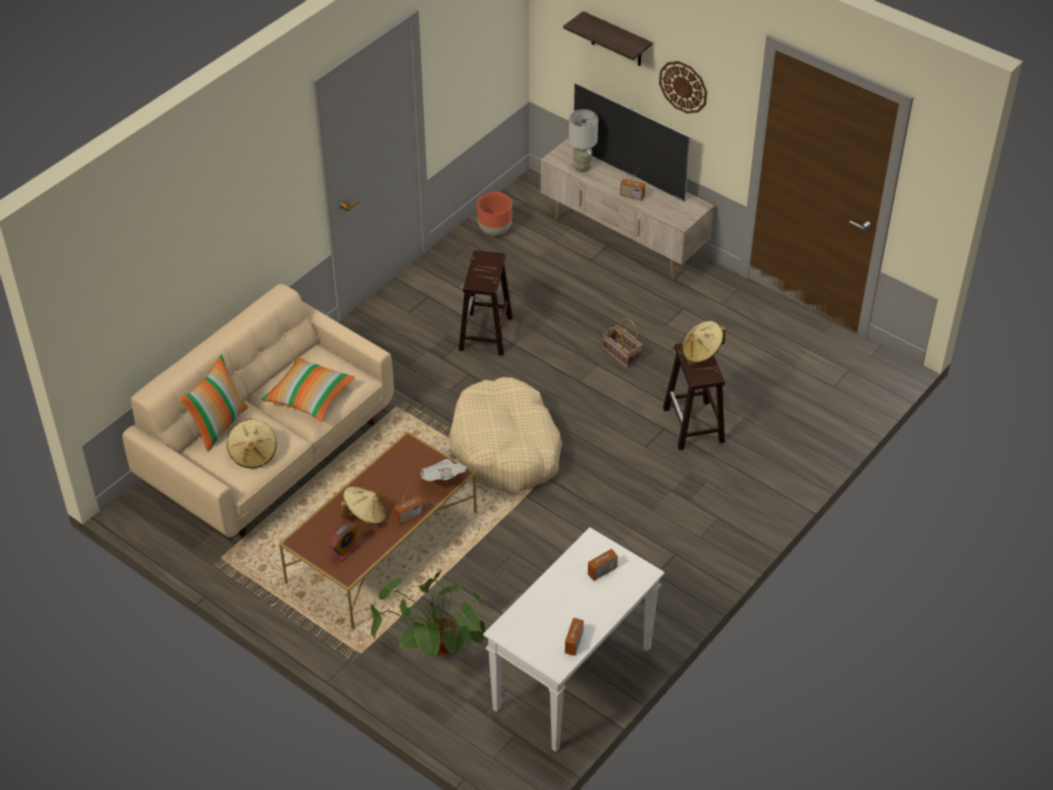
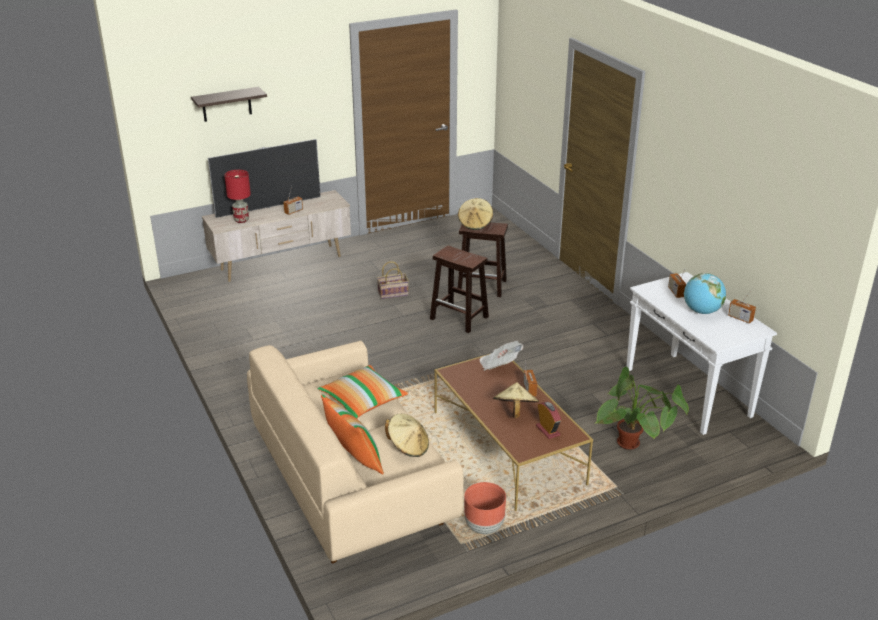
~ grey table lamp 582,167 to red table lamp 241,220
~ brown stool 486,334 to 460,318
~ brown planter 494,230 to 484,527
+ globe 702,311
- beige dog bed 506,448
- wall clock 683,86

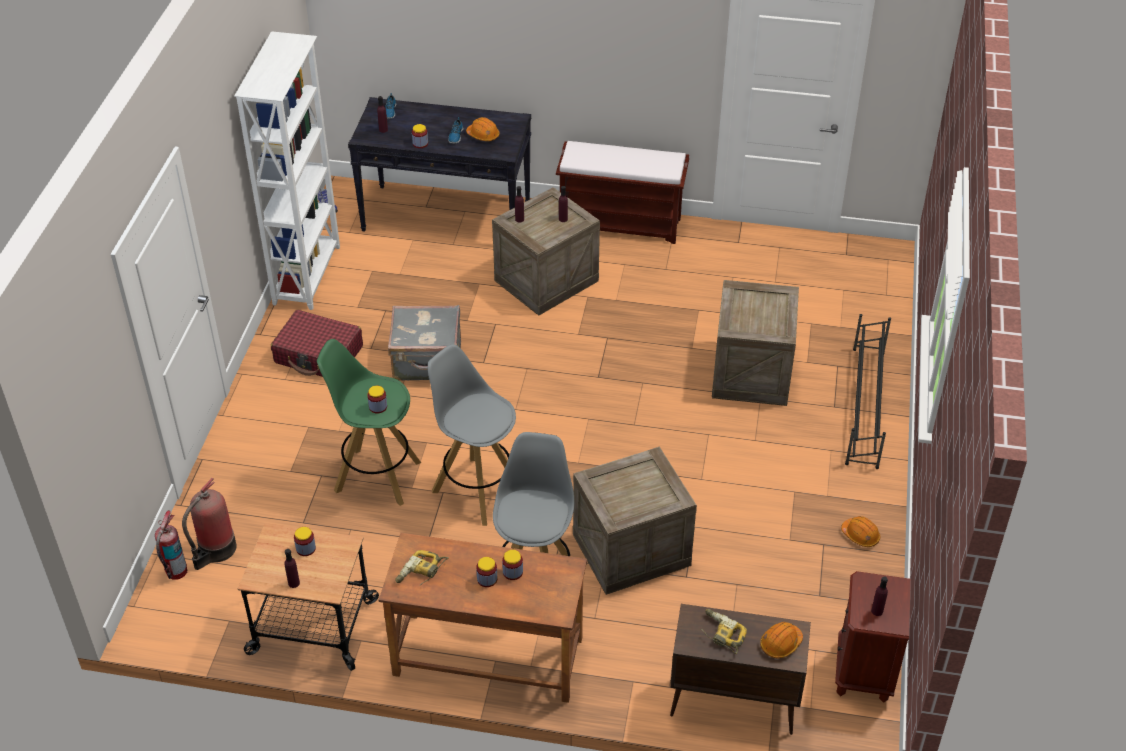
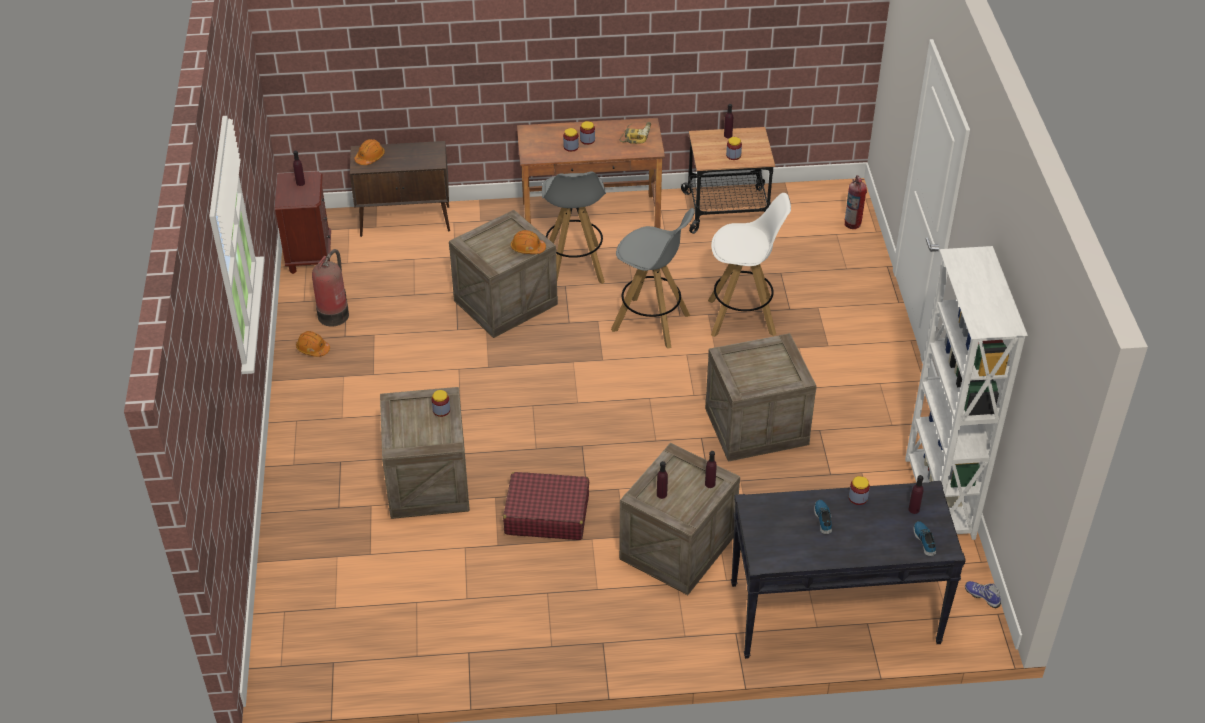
~ fire extinguisher 215,550 to 334,313
~ jar 378,407 to 441,410
~ red suitcase 319,355 to 546,514
~ orange hard hat 483,135 to 527,248
~ grey suitcase 427,362 to crate 755,426
~ green stool 376,476 to white stool 743,317
- brown bench 621,223
- power drill 721,634
- black shoe rack 864,407

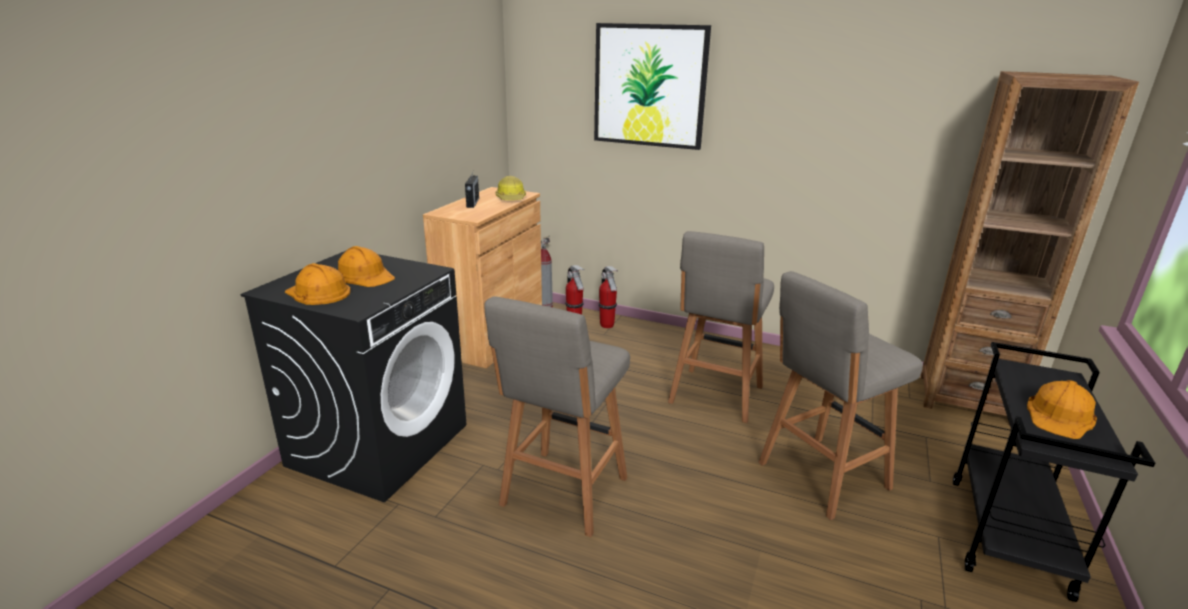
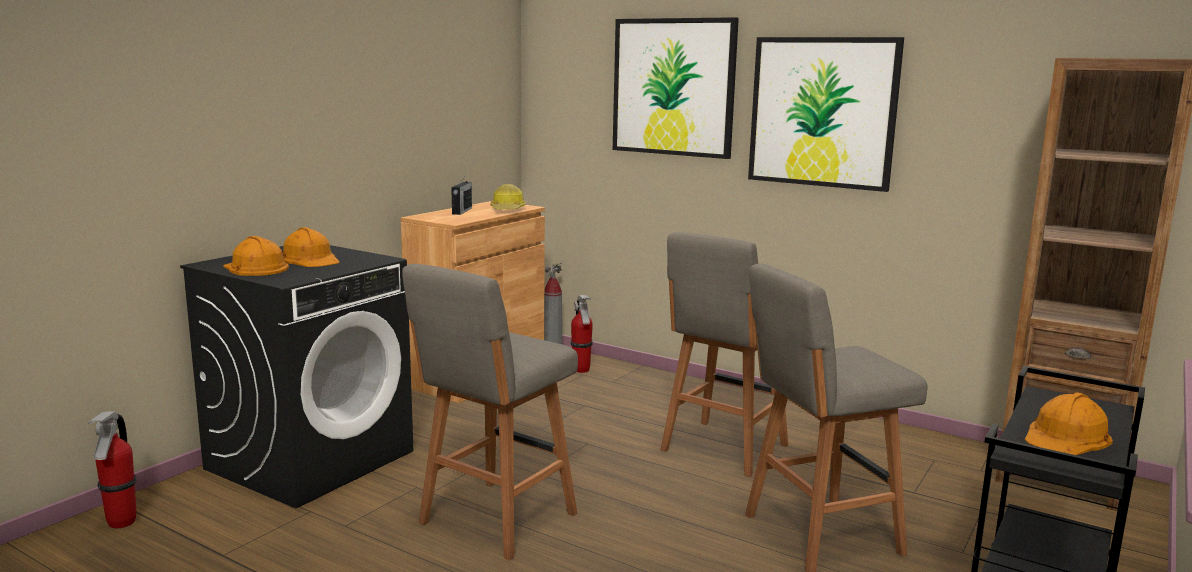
~ fire extinguisher 607,325 to 121,523
+ picture 822,112

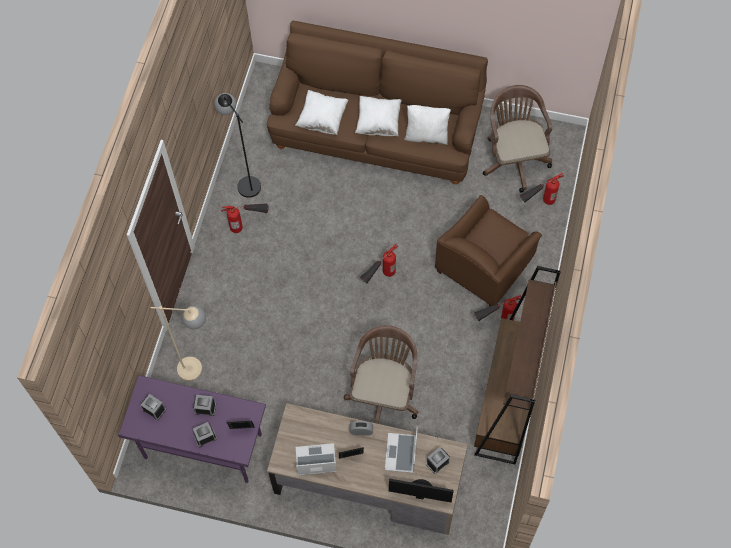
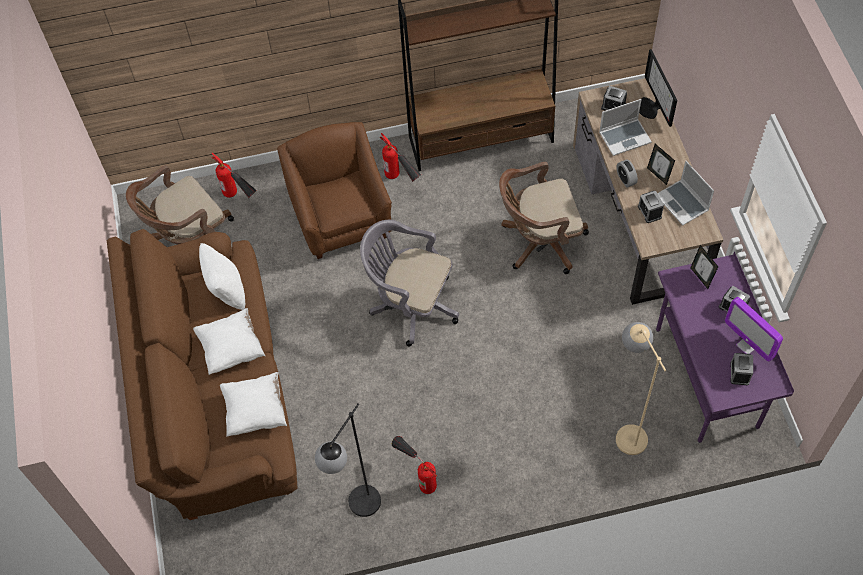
~ brown armchair 484,265 = 341,216 120 degrees counterclockwise
~ fire extinguisher 380,278 to grey office chair 410,304
~ alarm clock 205,408 to 649,212
+ monitor 747,345

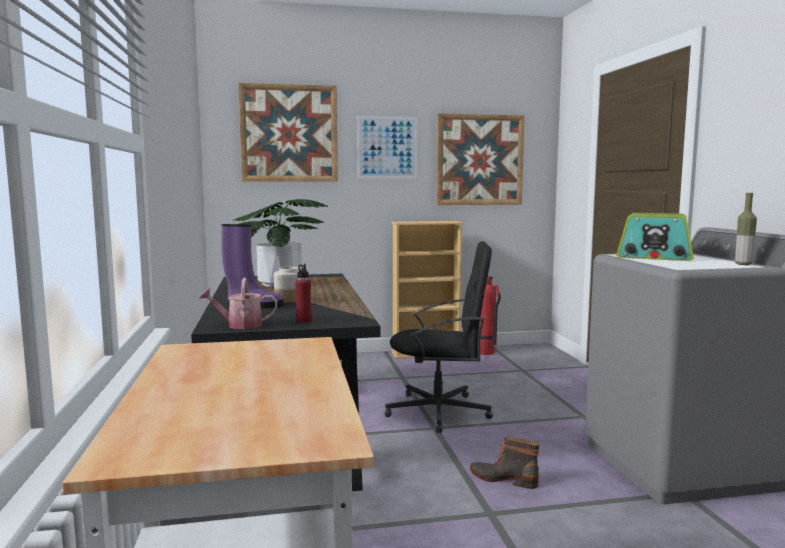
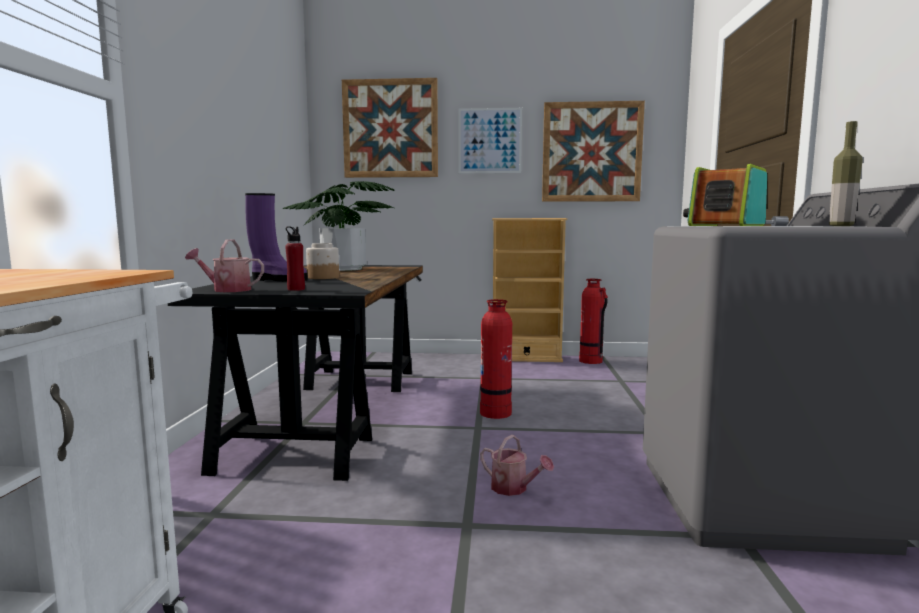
~ black office chair 440,411 to fire extinguisher 496,412
~ boot 504,478 to watering can 513,488
~ radio 654,257 = 726,226 90 degrees clockwise

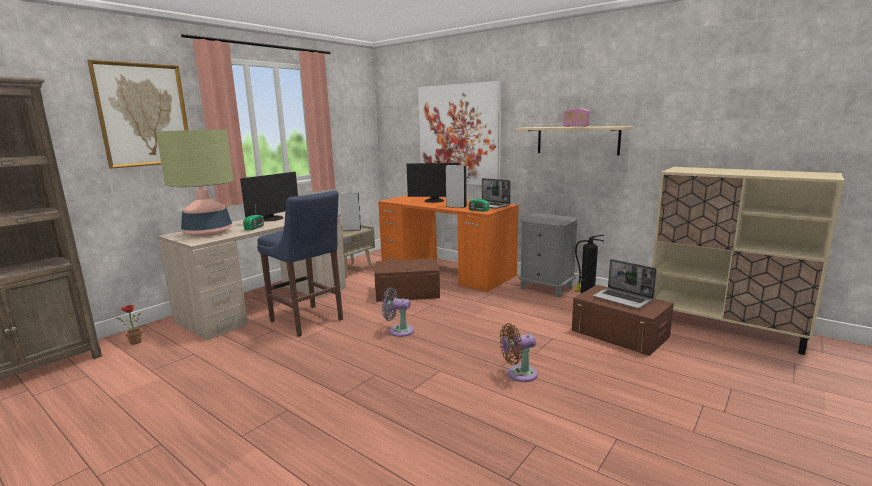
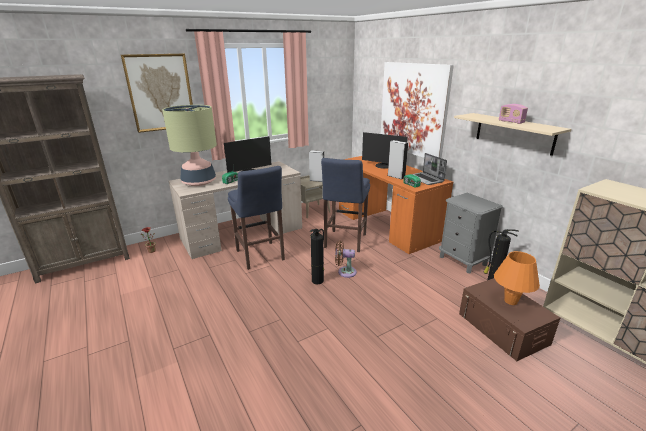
~ grey fan 398,331 to fire extinguisher 318,280
~ brown storage box 407,292 to blue stool 344,242
~ brown fan 518,374 to 345,272
~ laptop 623,299 to orange table lamp 510,301

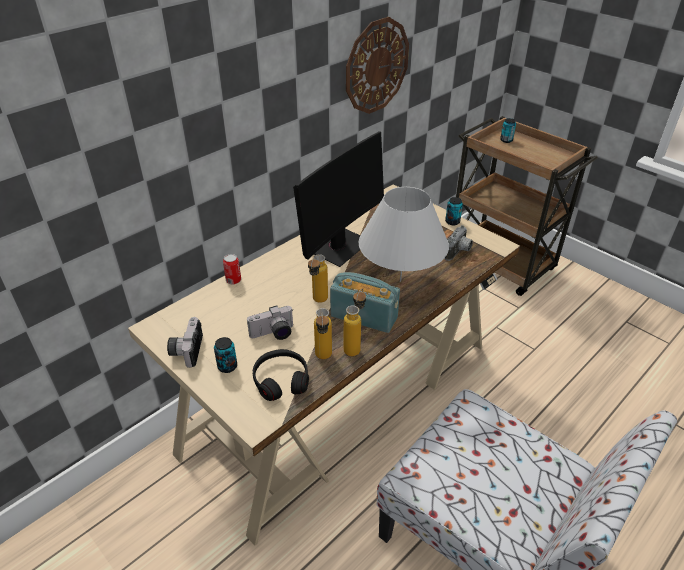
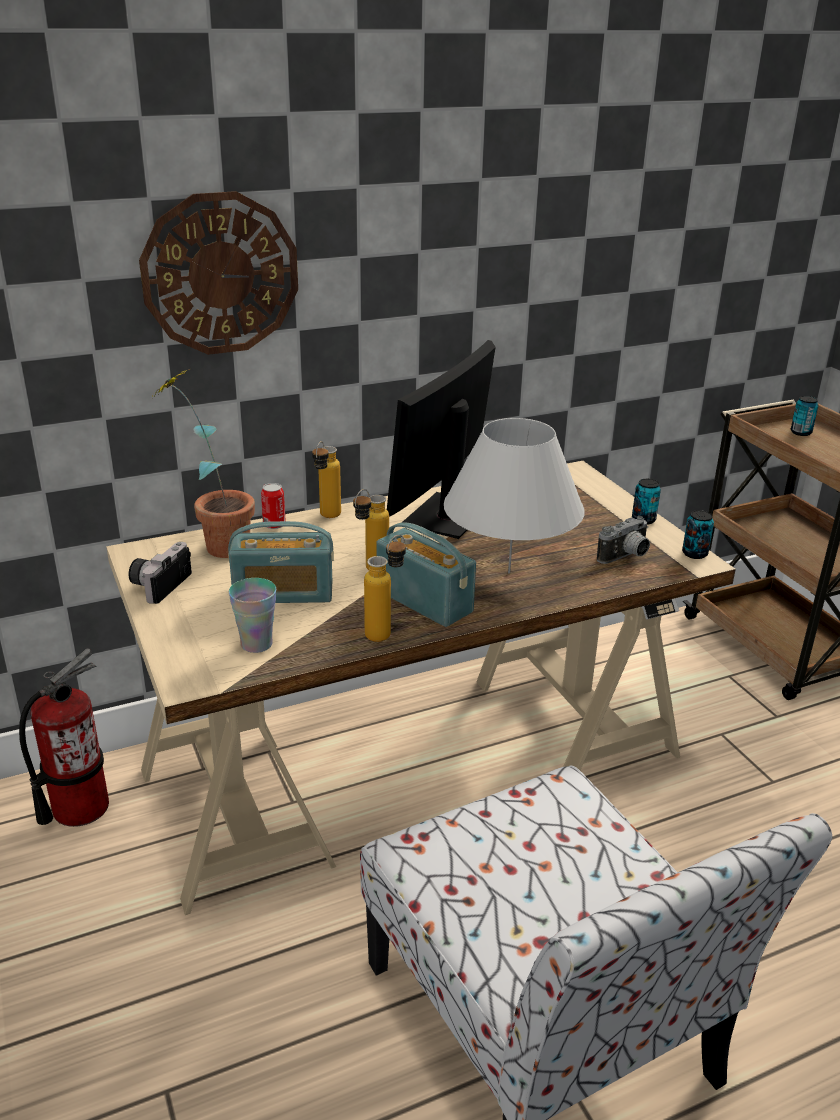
+ fire extinguisher 79,807
~ wall clock 376,66 to 220,274
+ potted plant 215,545
~ photo camera 273,334 to radio 283,593
~ black headphones 281,380 to cup 256,644
~ bottle 323,359 to 327,518
~ monitor 339,247 = 447,516 150 degrees clockwise
~ can 227,366 to 694,553

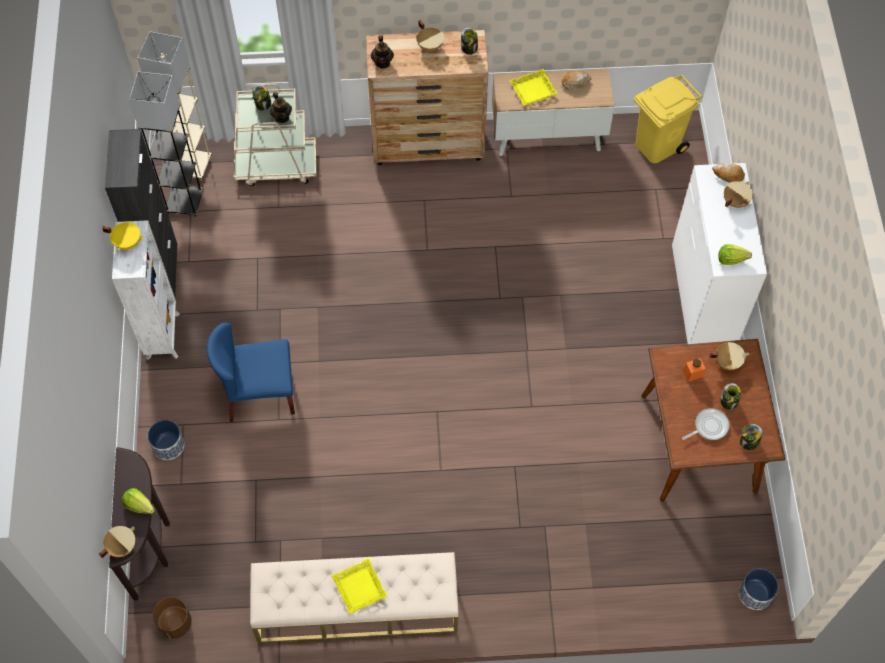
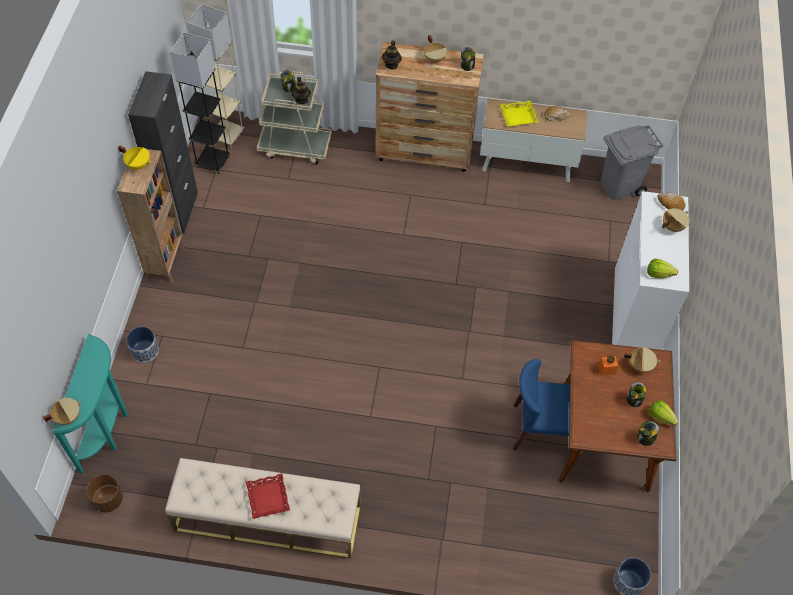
~ brown console table 151,544 to turquoise console table 107,429
~ white bookcase 163,334 to brown bookcase 166,261
~ yellow tray 360,587 to red tray 268,498
~ blue chair 259,393 to 542,429
~ yellow trash can 656,145 to grey trash can 619,185
~ lettuce 139,505 to 660,417
- frying pan 709,426

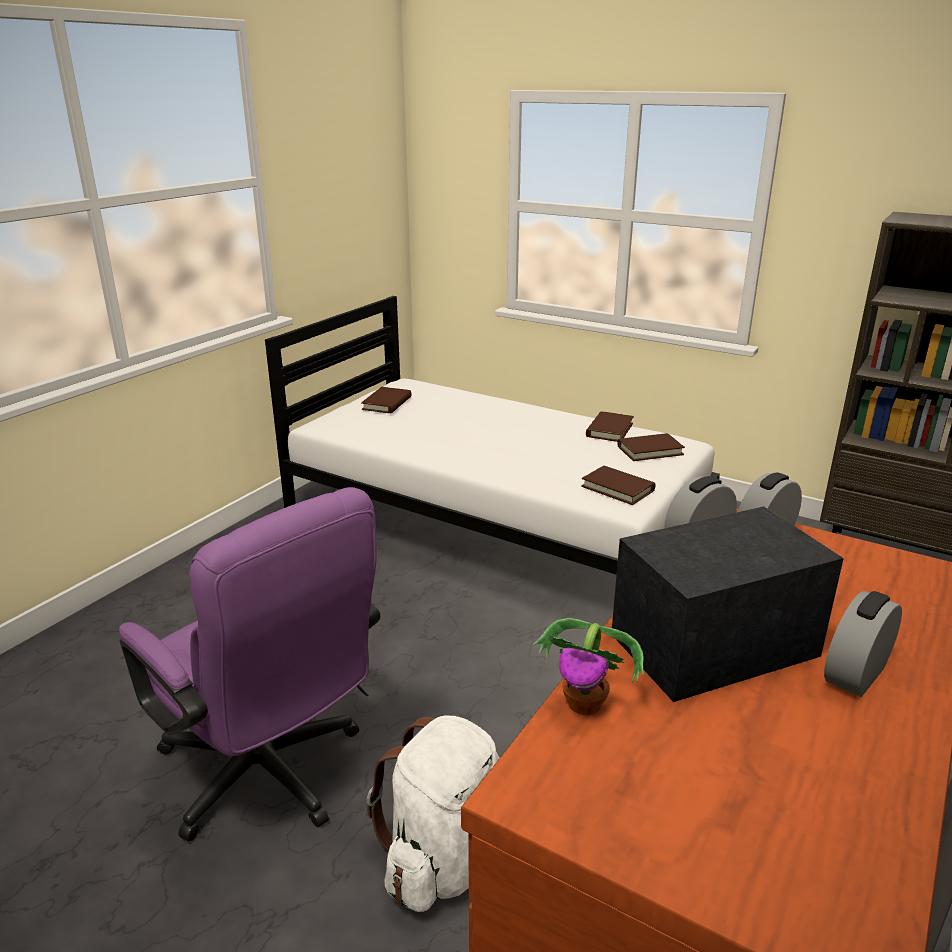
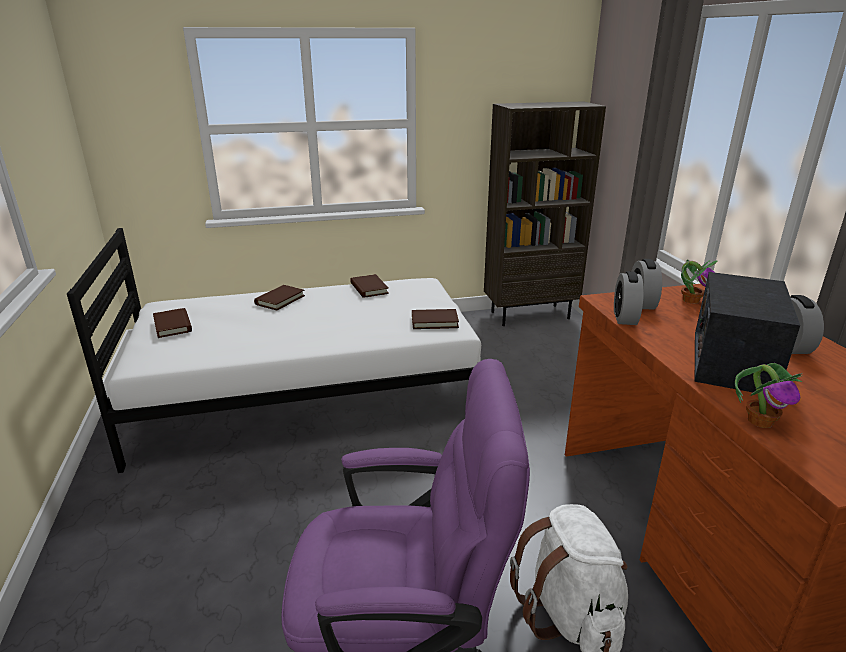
~ brown book 650,450 to 280,300
+ potted plant 690,300

